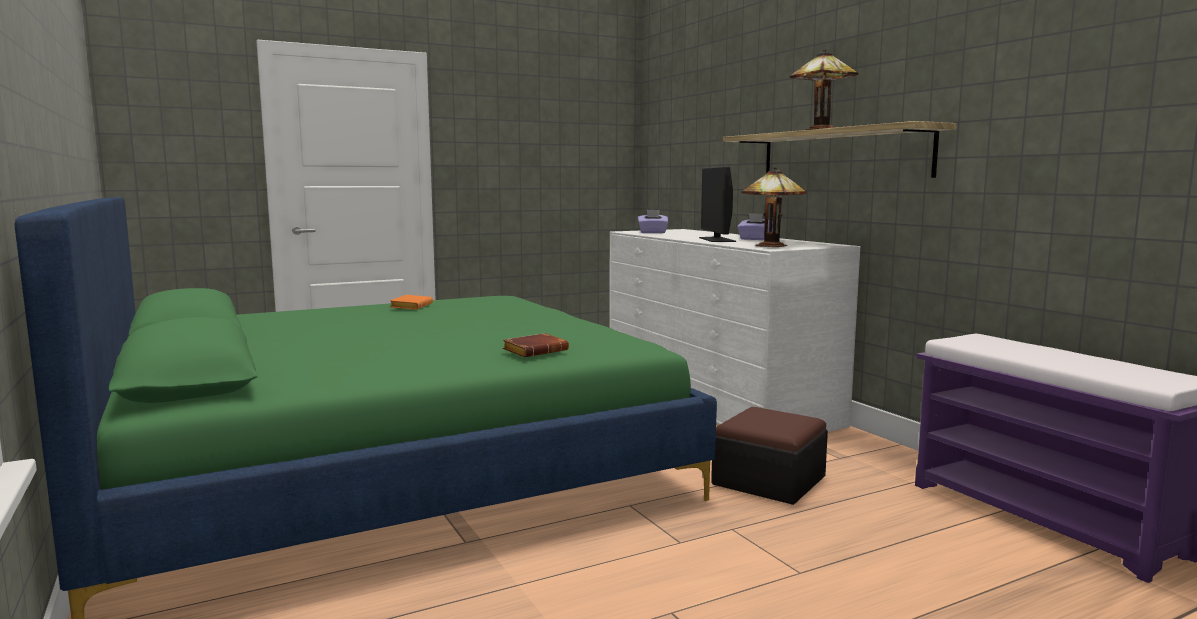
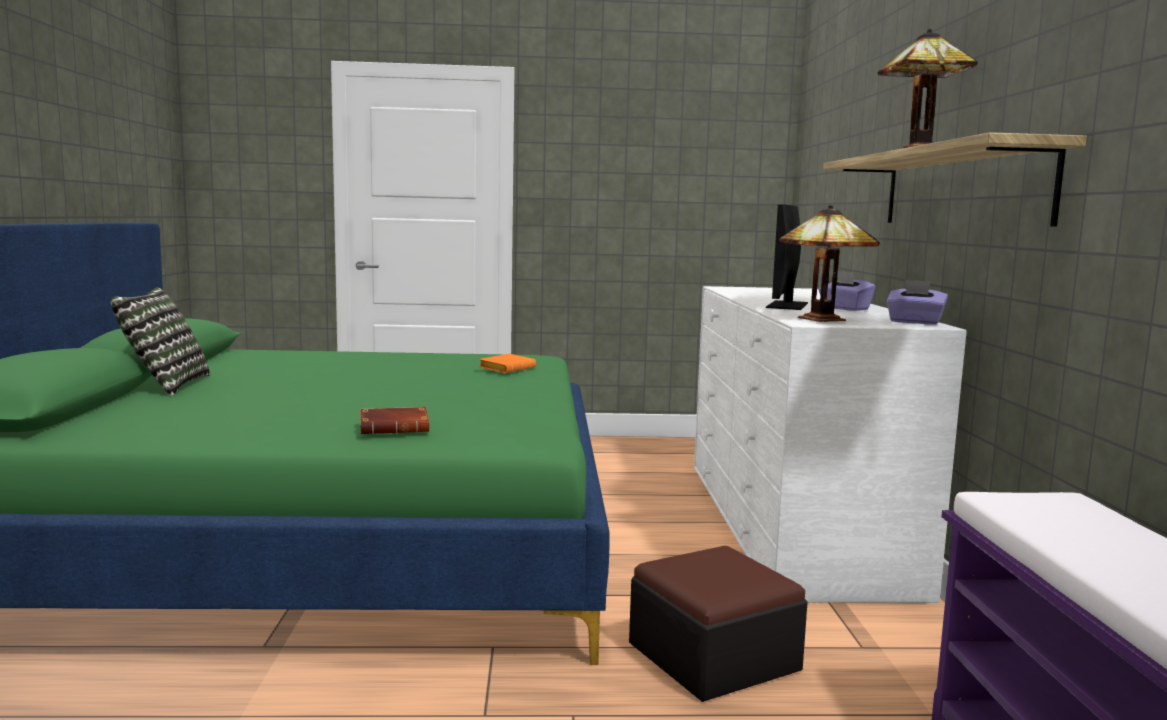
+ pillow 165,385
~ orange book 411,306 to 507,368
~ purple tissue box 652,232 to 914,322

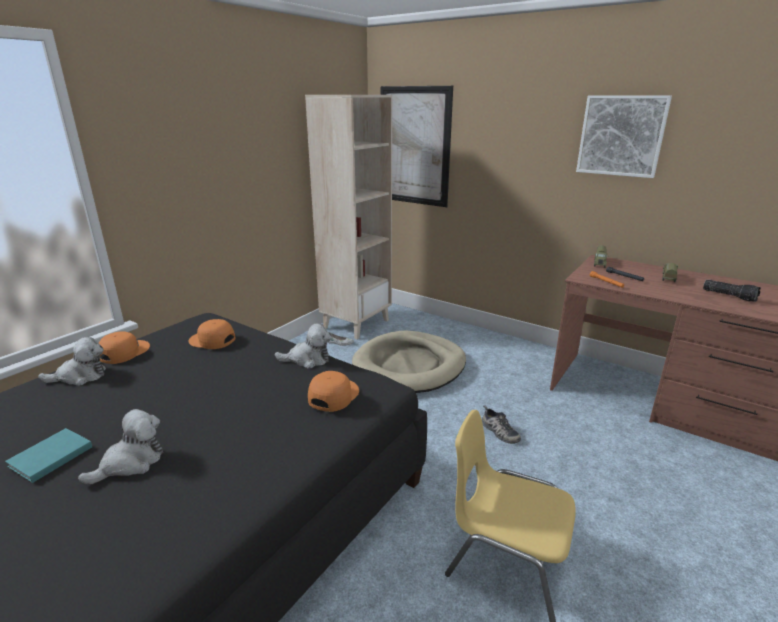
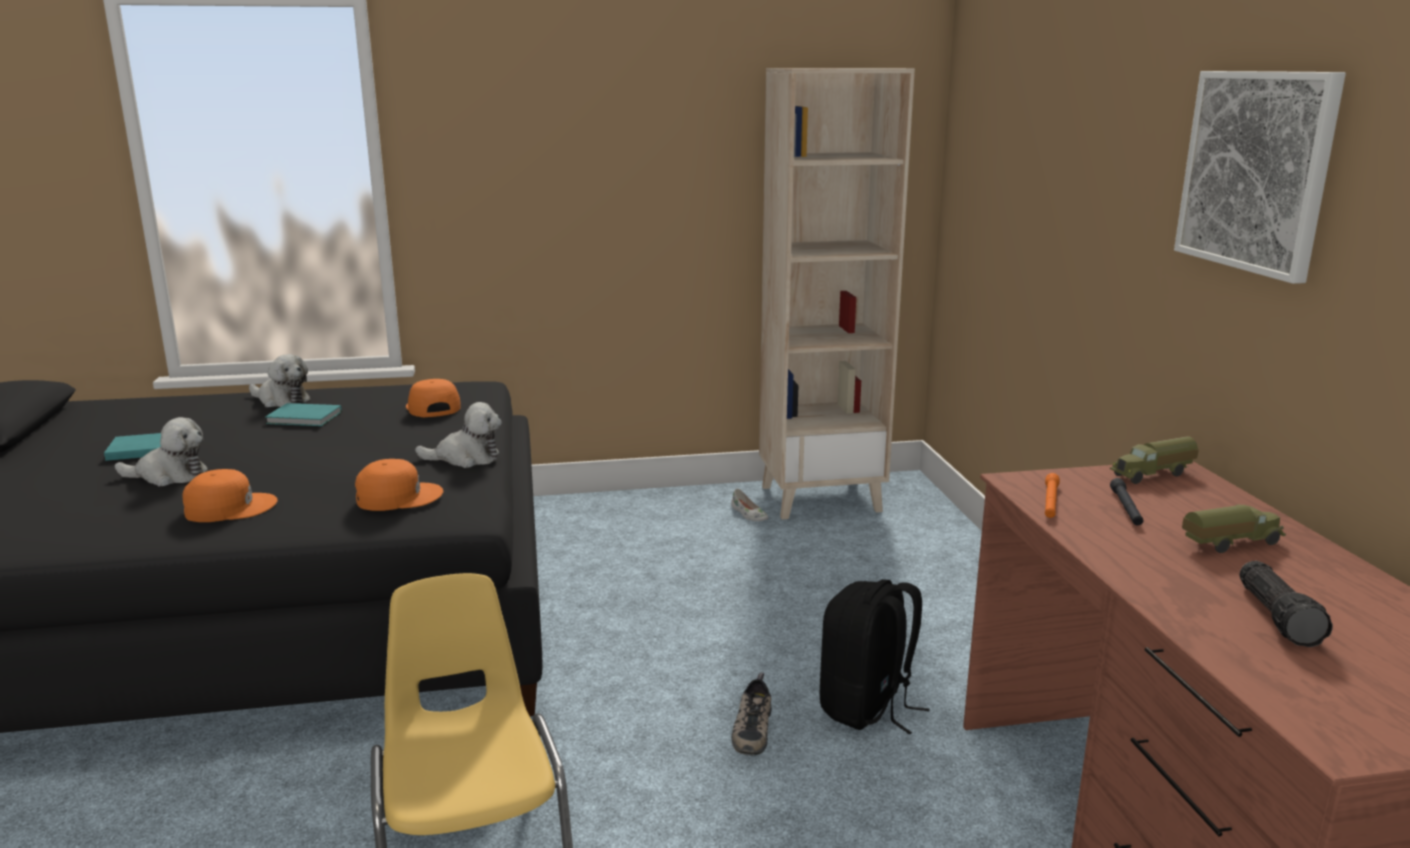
~ orange cap 124,352 to 230,507
+ turquoise book 305,418
~ plush toy 308,359 = 466,458 45 degrees counterclockwise
+ black backpack 867,708
- beige dog bed 409,366
- picture 414,146

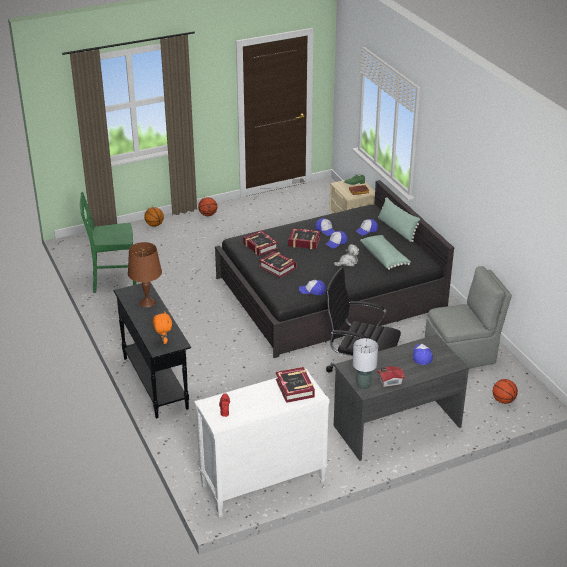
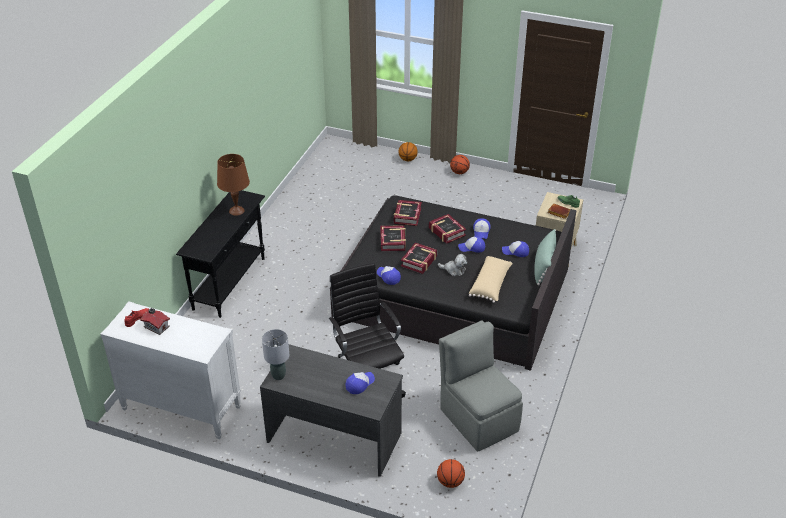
~ toy house 389,382 to 156,326
~ book 295,388 to 419,261
~ grey chair 461,355 = 478,418 150 degrees counterclockwise
~ green pillow 385,258 to beige pillow 491,285
- green chair 113,282
- orange plush toy 163,341

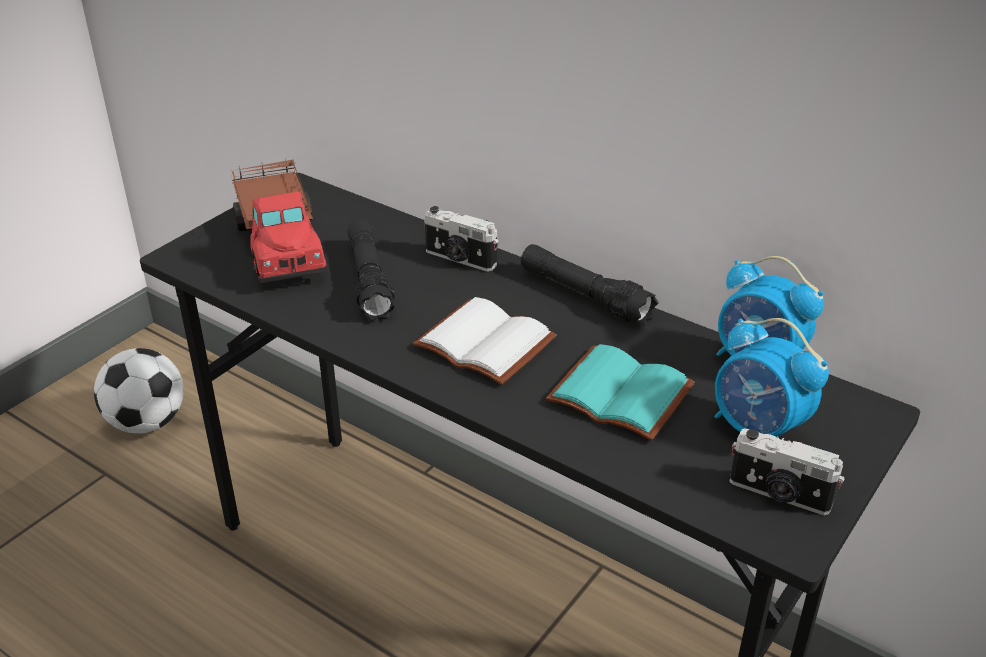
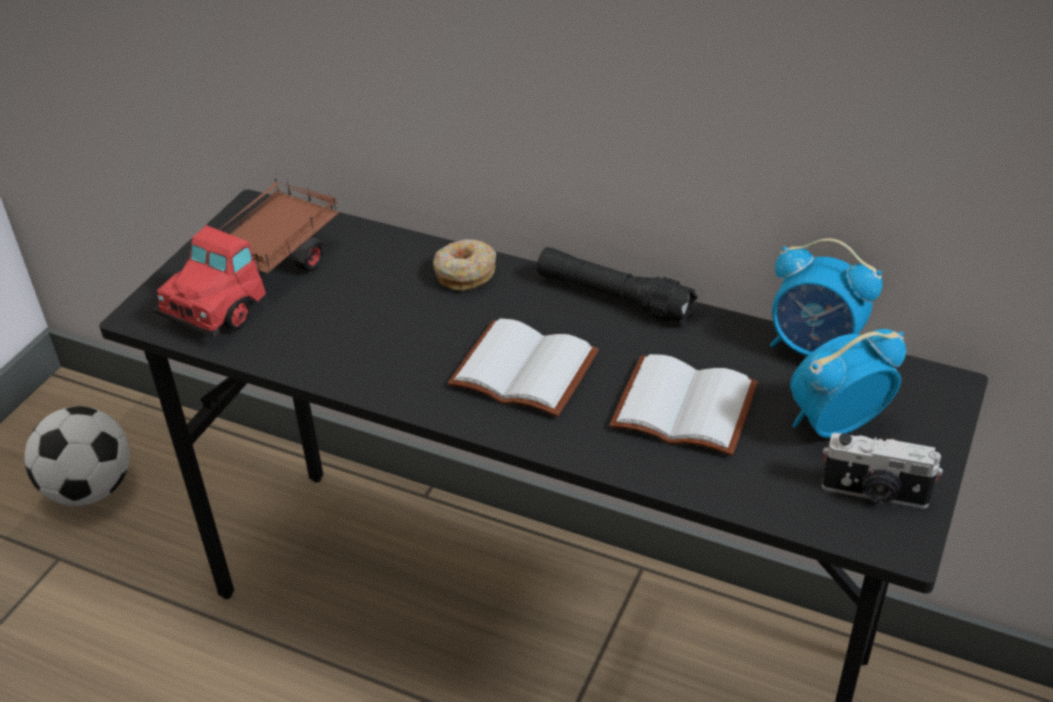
~ toy truck 282,242 = 258,280 60 degrees clockwise
~ photo camera 459,259 to donut 465,273
~ turquoise book 623,393 to white book 687,406
~ alarm clock 758,429 = 835,424 120 degrees clockwise
- black flashlight 369,280

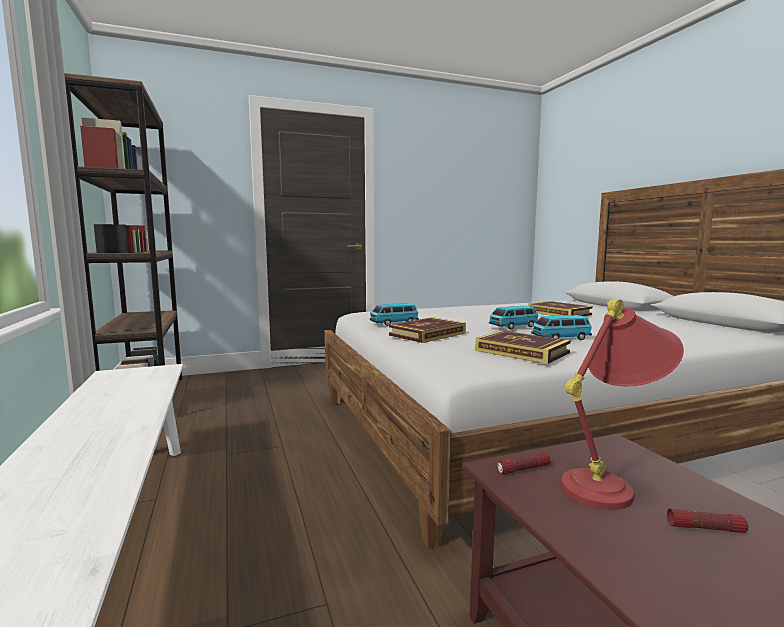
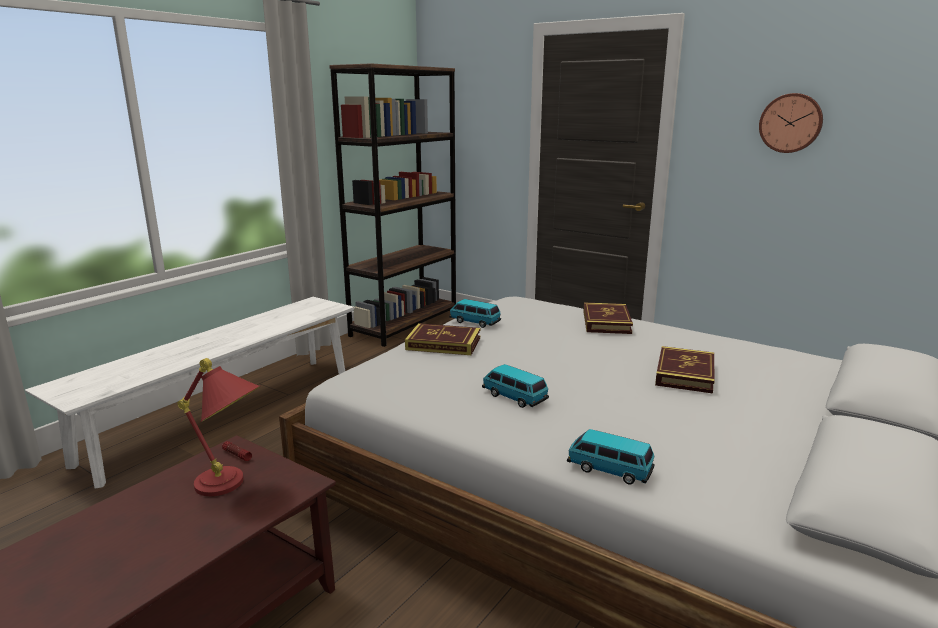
~ toy car 513,326 to 609,469
~ book 521,351 to 606,322
+ wall clock 790,123
- flashlight 705,528

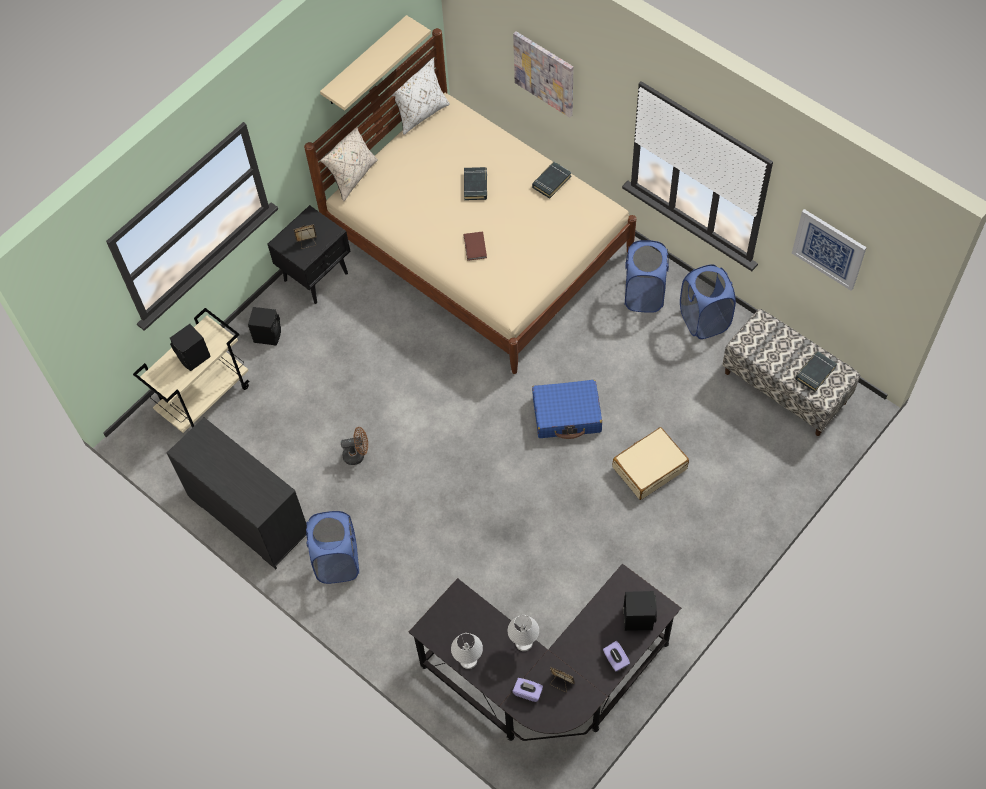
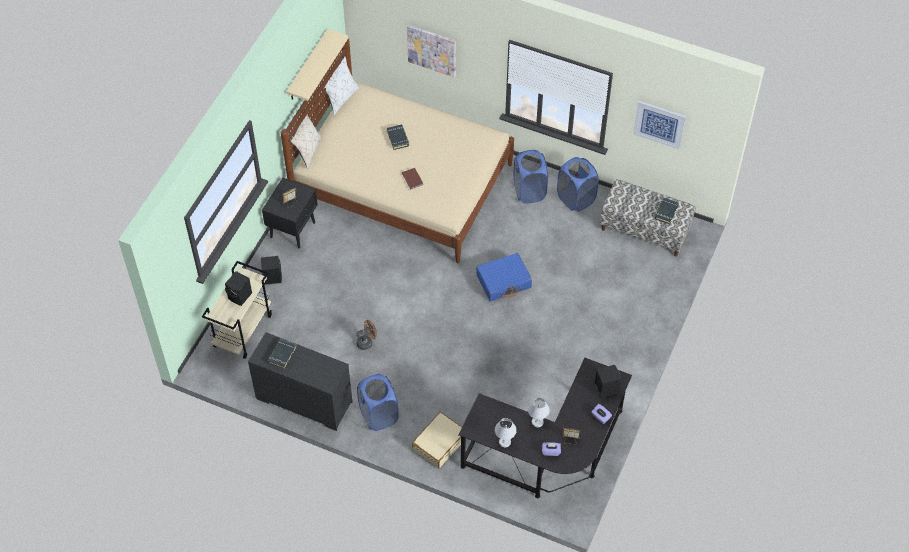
~ black book 551,181 to 282,355
~ beige suitcase 649,468 to 439,443

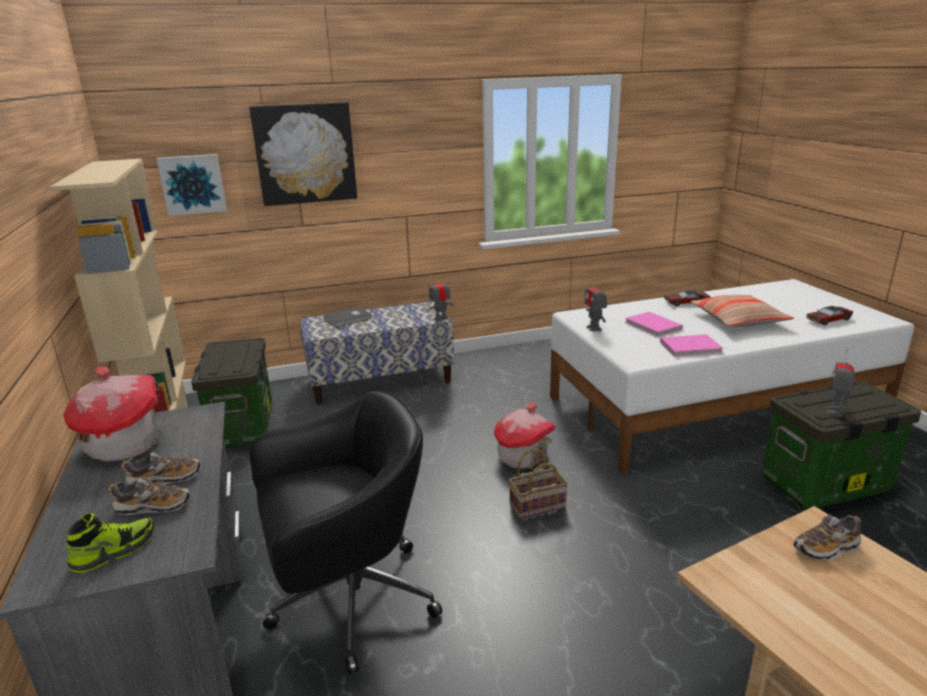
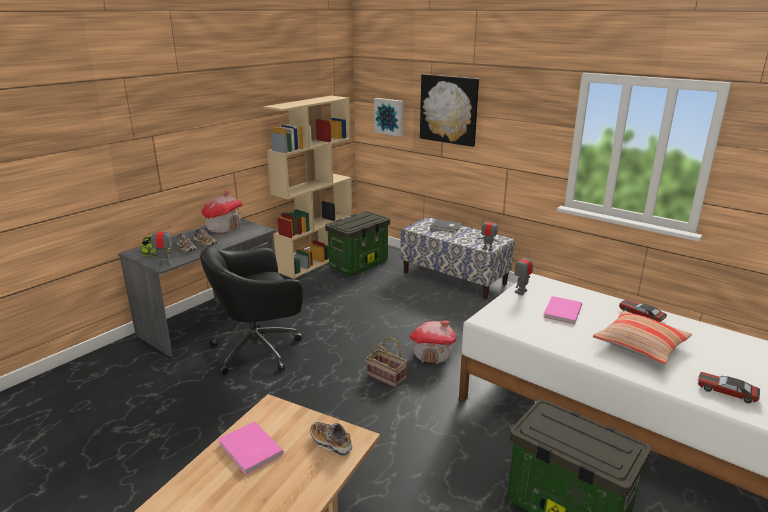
~ toy robot 835,412 to 165,264
~ black office chair 350,601 = 259,349 120 degrees clockwise
~ pink book 692,348 to 249,450

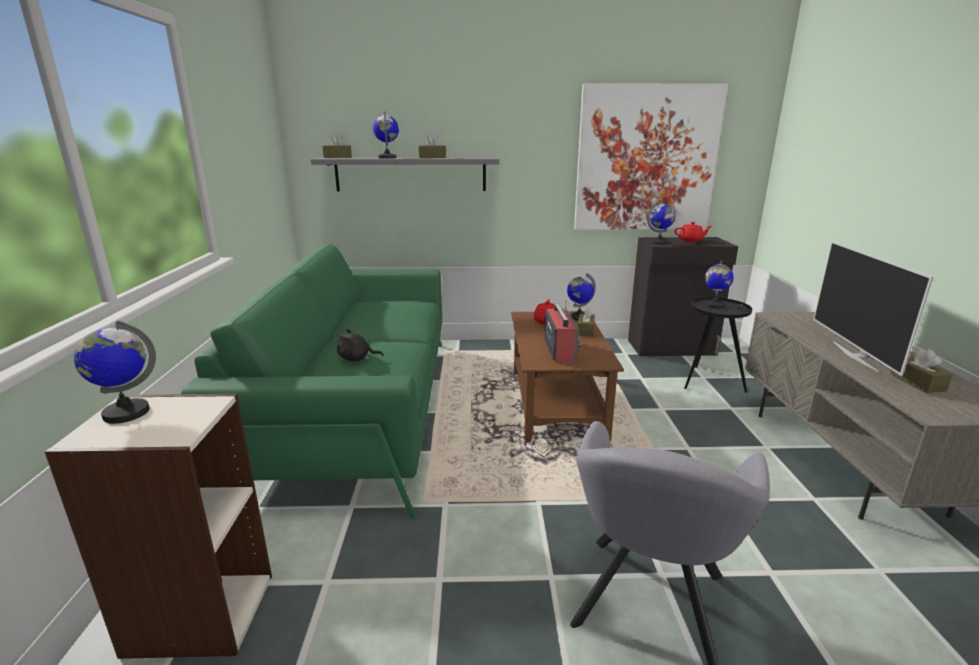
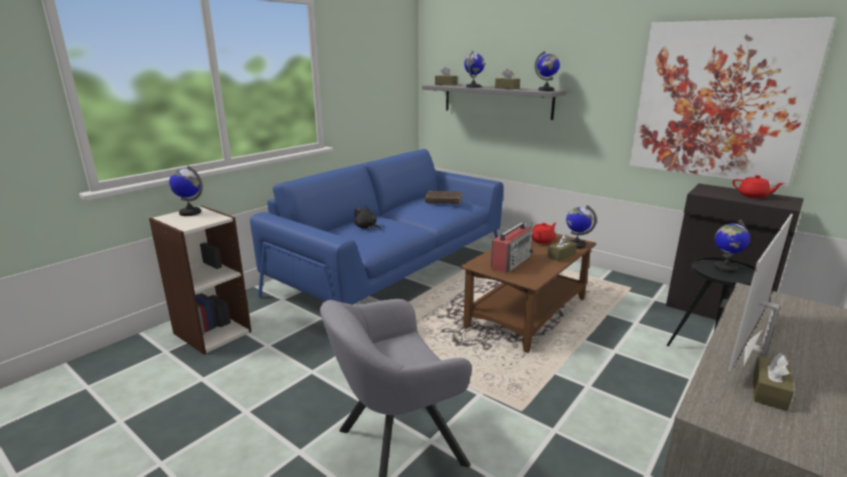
~ green sofa 358,408 to blue sofa 392,269
+ brown book 443,202
~ globe 659,243 to 546,90

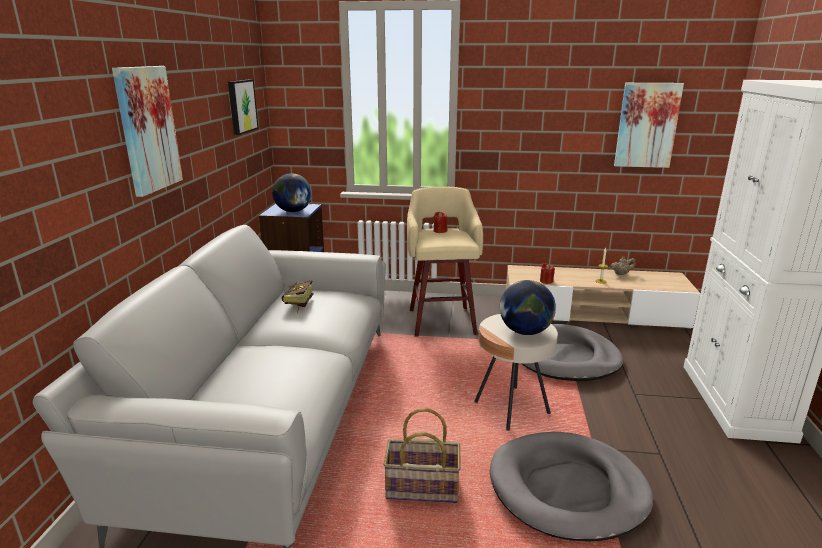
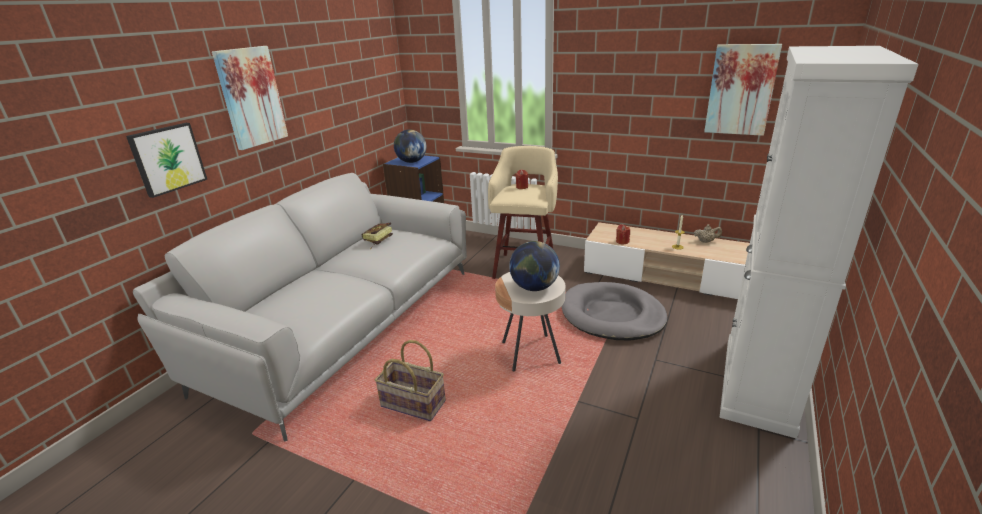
~ picture 241,106 to 167,159
- grey dog bed 567,489

